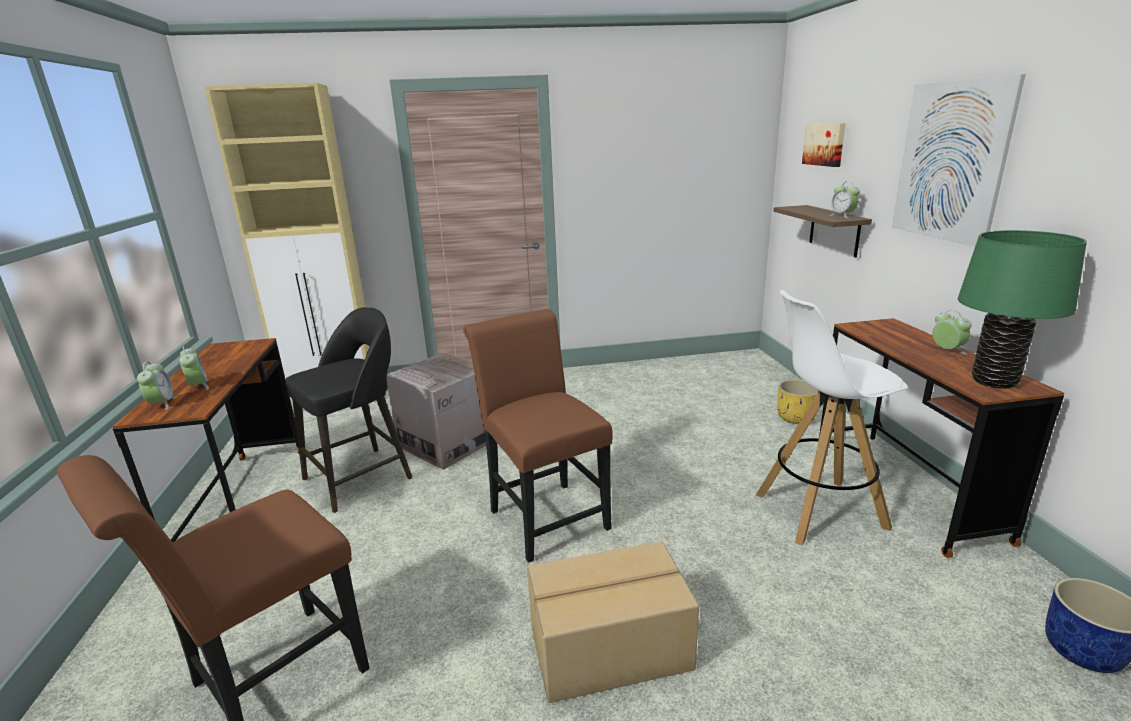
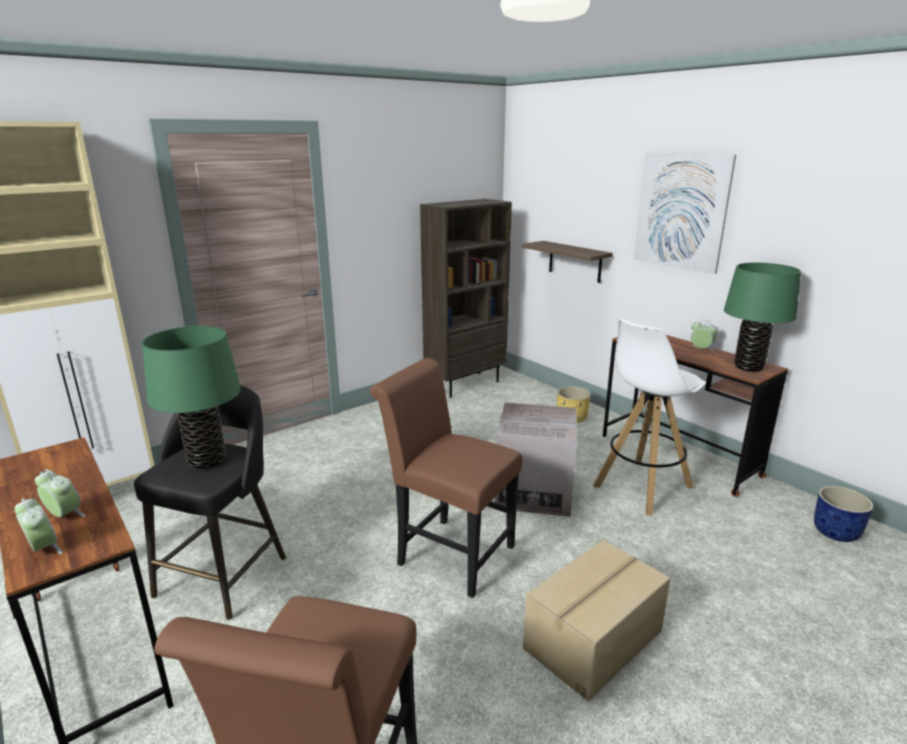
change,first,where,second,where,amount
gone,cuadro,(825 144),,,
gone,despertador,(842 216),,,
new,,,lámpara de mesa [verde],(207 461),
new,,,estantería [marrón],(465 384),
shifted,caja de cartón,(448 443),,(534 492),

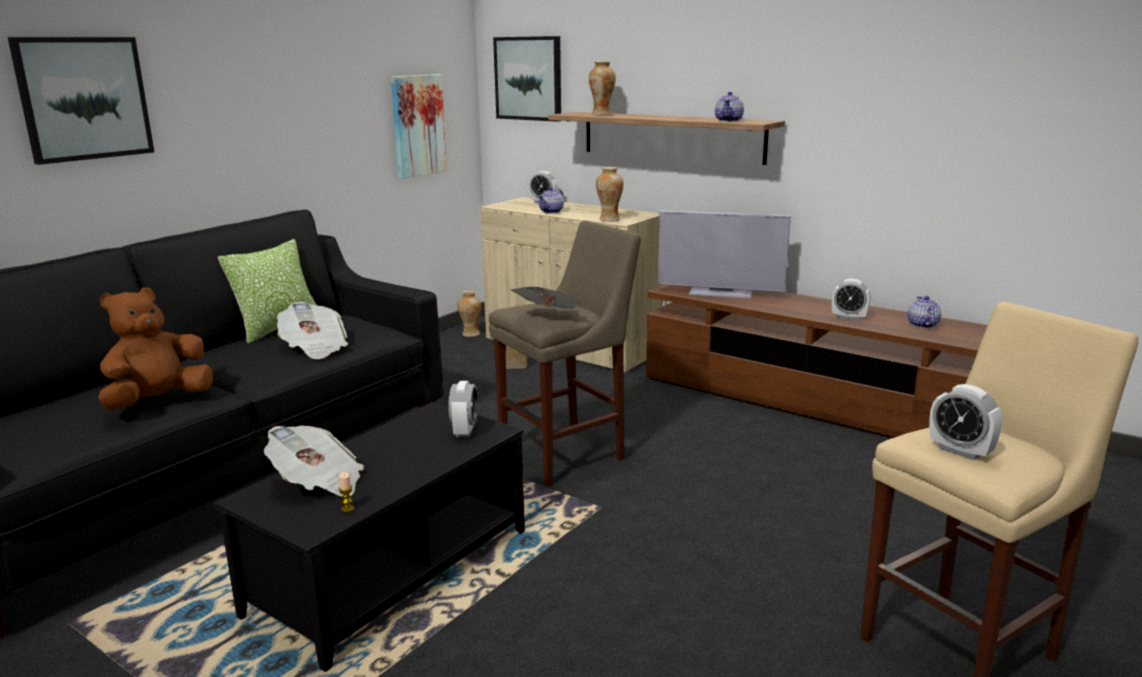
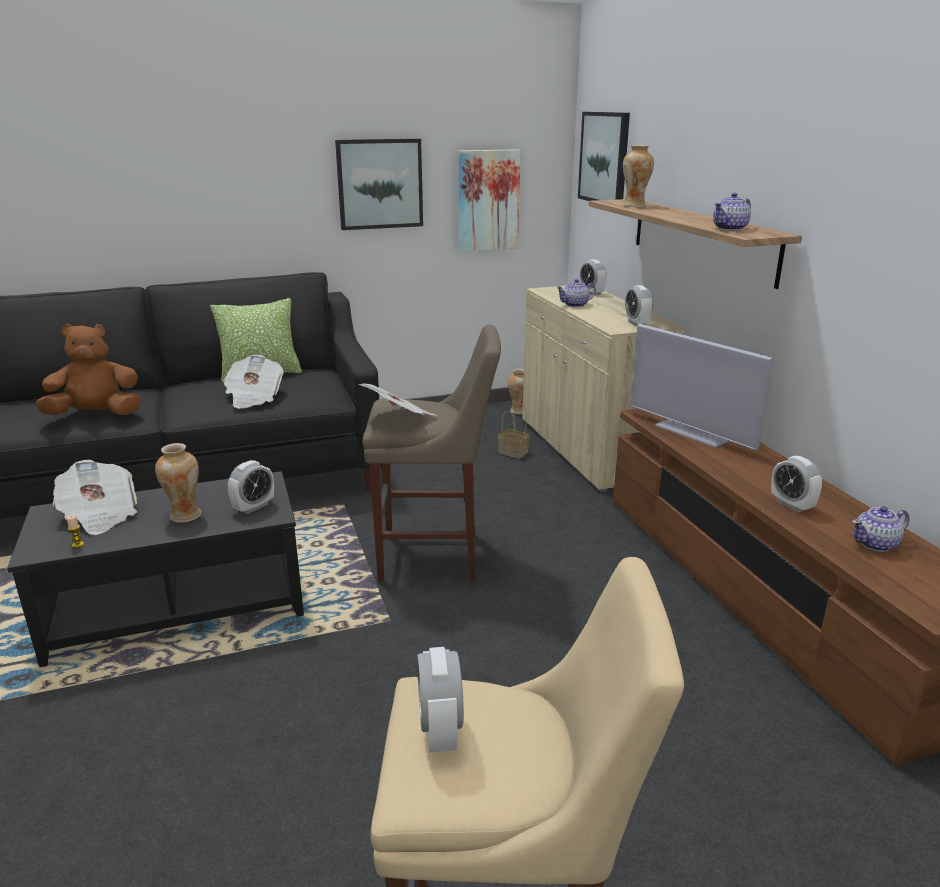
change,first,where,second,where,amount
new,,,despertador,(637 324),
shifted,cuadro,(84 98),,(380 184),
shifted,florero,(609 220),,(185 515),
rotated,tetera,(922 325),,(876 544),150 degrees counterclockwise

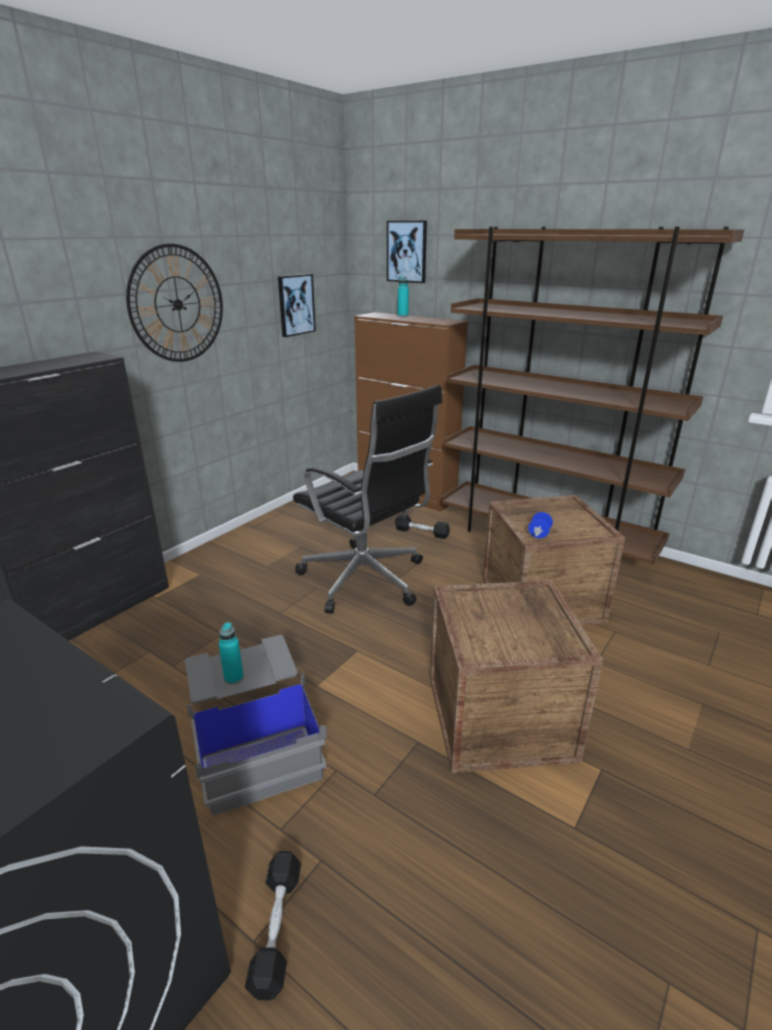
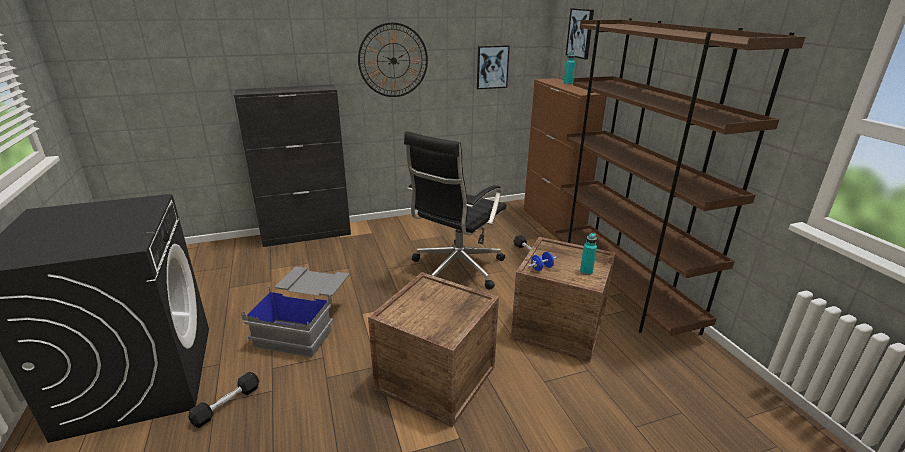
change,first,where,second,where,amount
shifted,botella [turquesa],(233 678),,(586 271),
rotated,silla de oficina [negro],(366 580),,(456 269),45 degrees clockwise

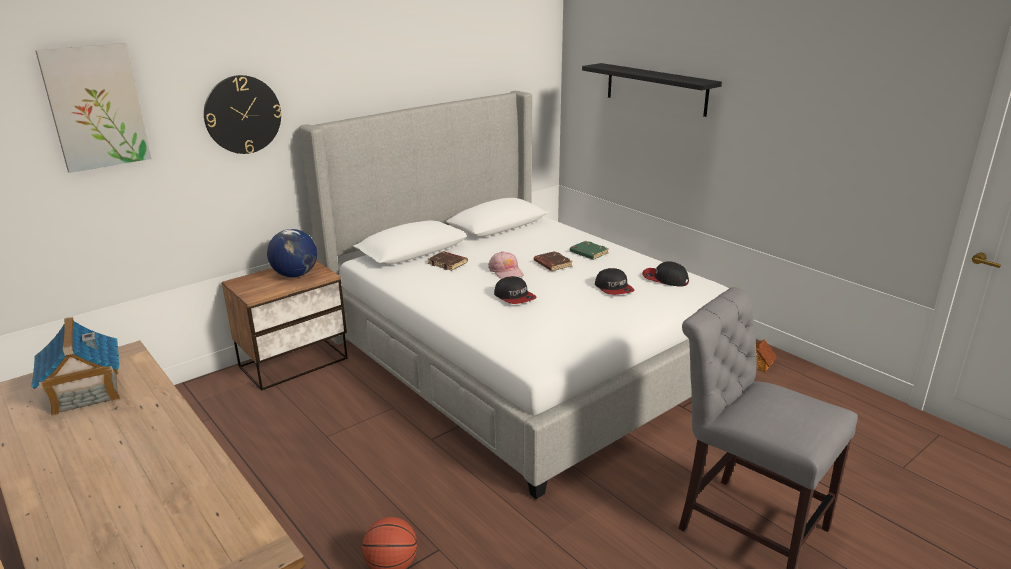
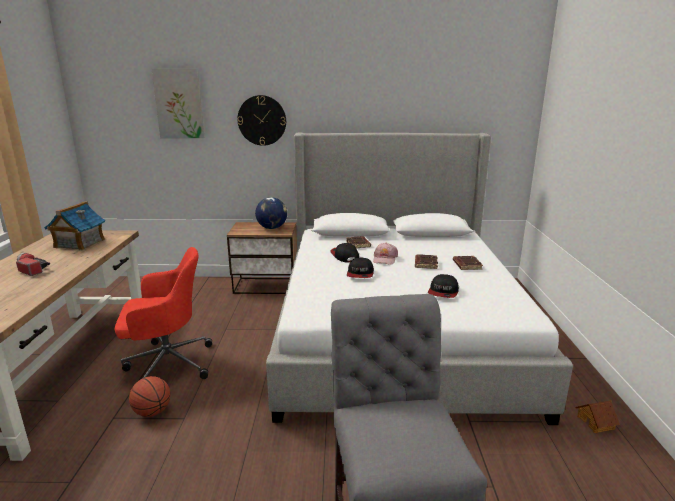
change,first,where,second,where,amount
gone,estante [negro],(655 89),,,
new,,,linterna,(31 269),
new,,,silla de oficina [rojo],(167 364),
shifted,gorra,(665 279),,(344 256),
repainted,libro [verde],(588 253),libro [marrón],(466 265),

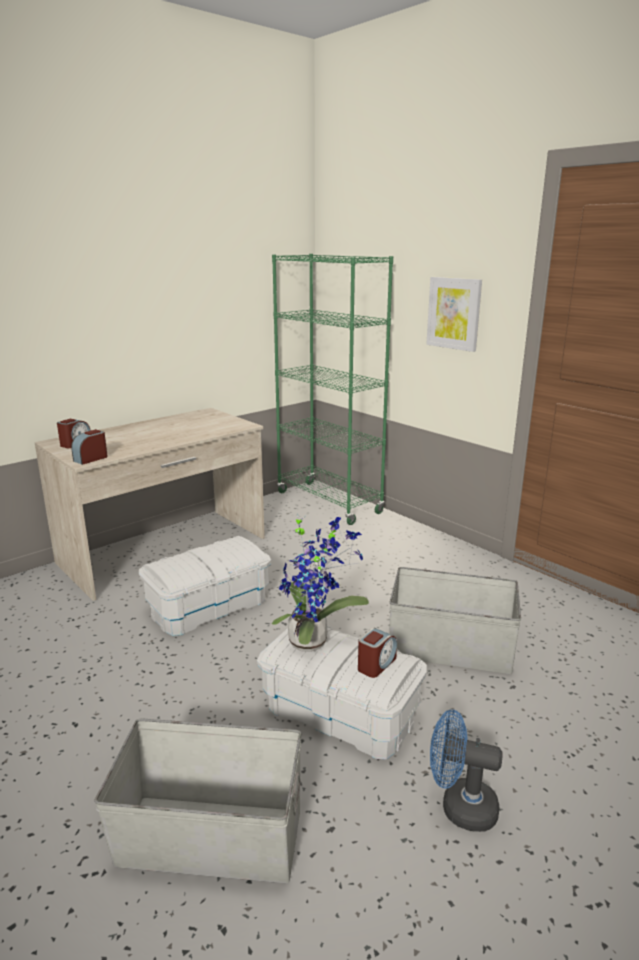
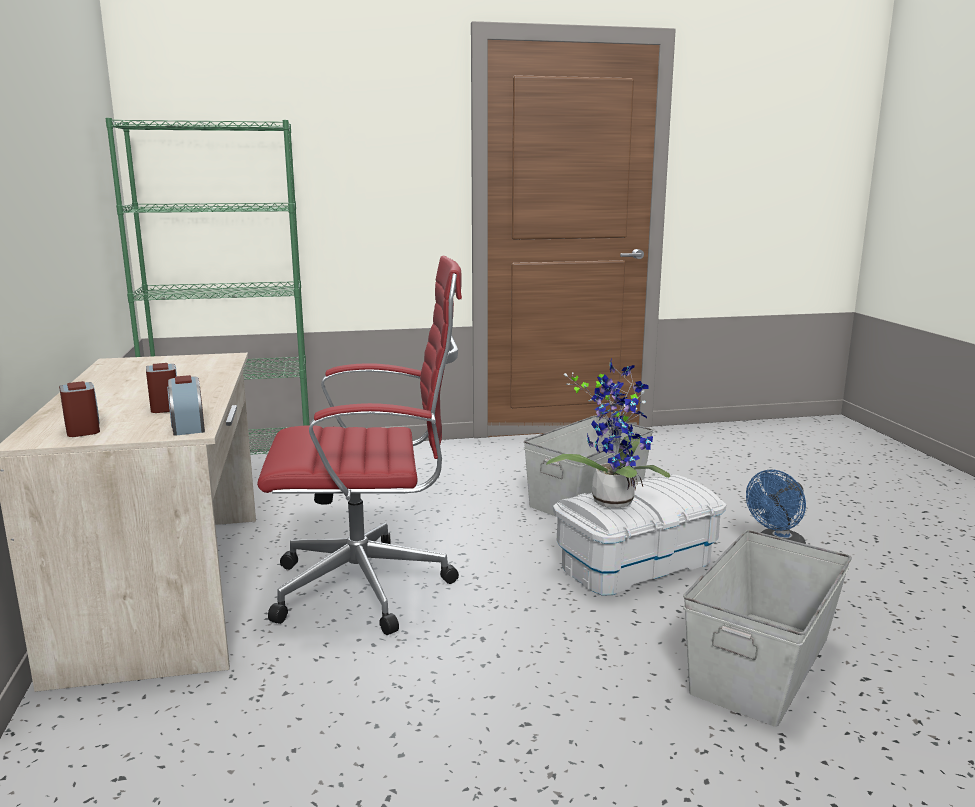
change,first,where,second,where,amount
gone,cuadro,(454 313),,,
shifted,despertador,(376 664),,(165 406),
swapped,caja de almacenaje [blanco],(209 607),silla de oficina [rojo],(370 587),

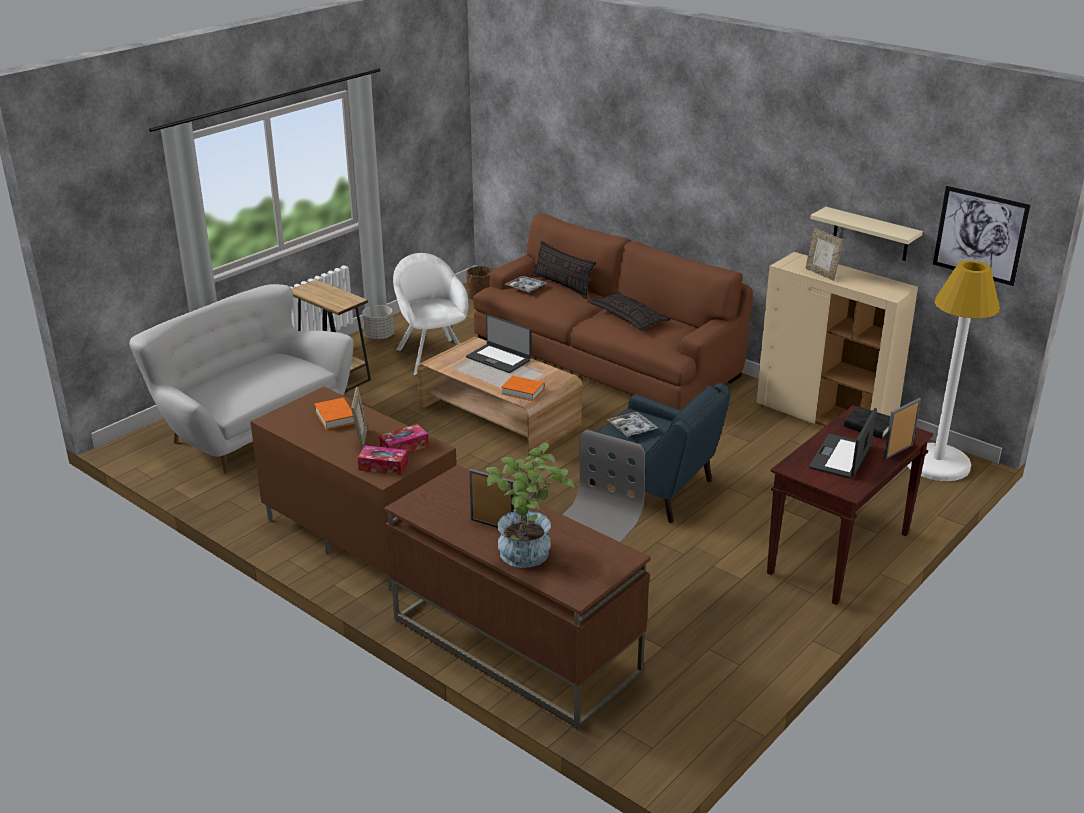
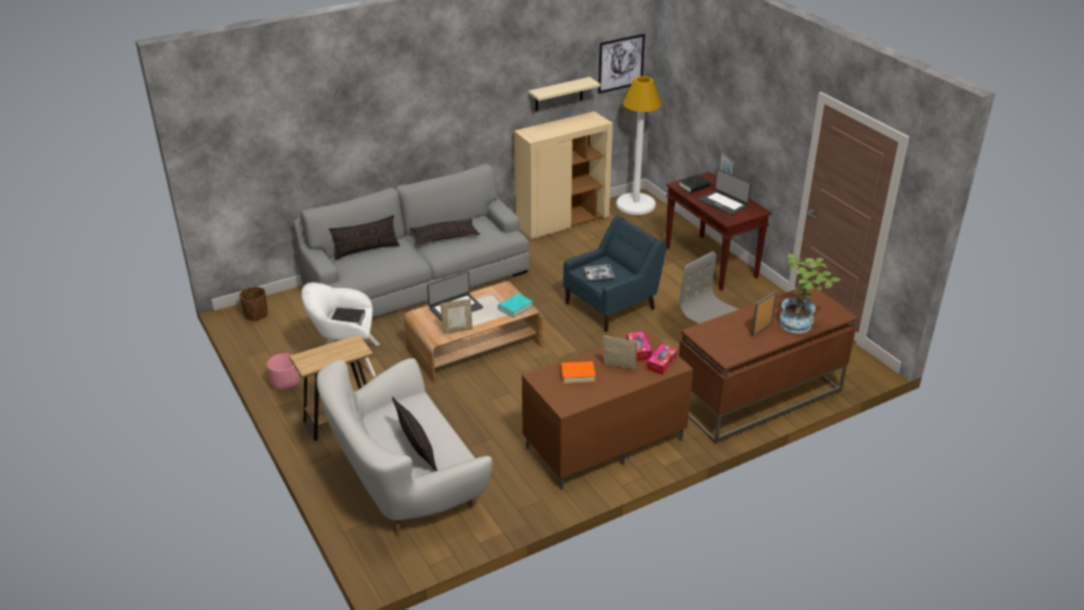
change,first,where,second,where,amount
gone,bandeja,(526 288),,,
new,,,libro [negro],(348 320),
new,,,cojín,(416 449),
shifted,portarretratos,(821 274),,(457 330),
repainted,maceta [gris],(379 336),maceta [rosa],(285 383),
repainted,sofá [marrón],(605 357),sofá [gris],(418 280),
repainted,libro [naranja],(523 391),libro [turquesa],(515 308),

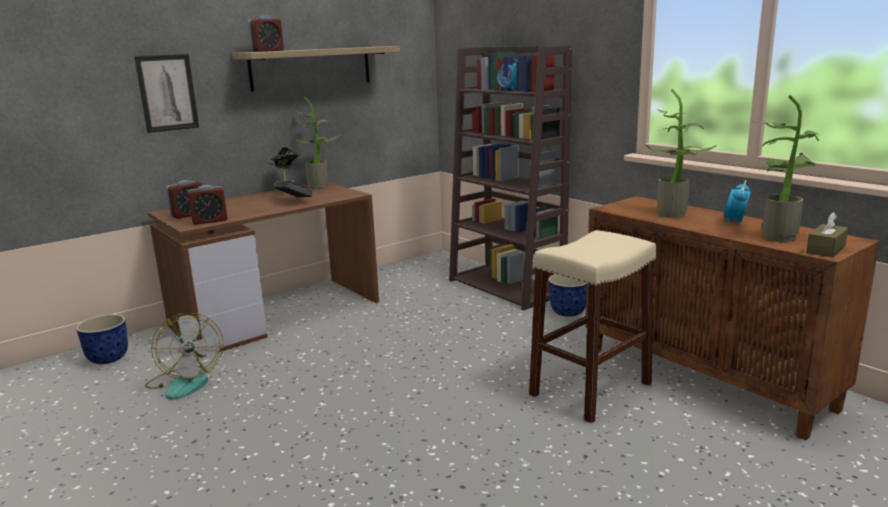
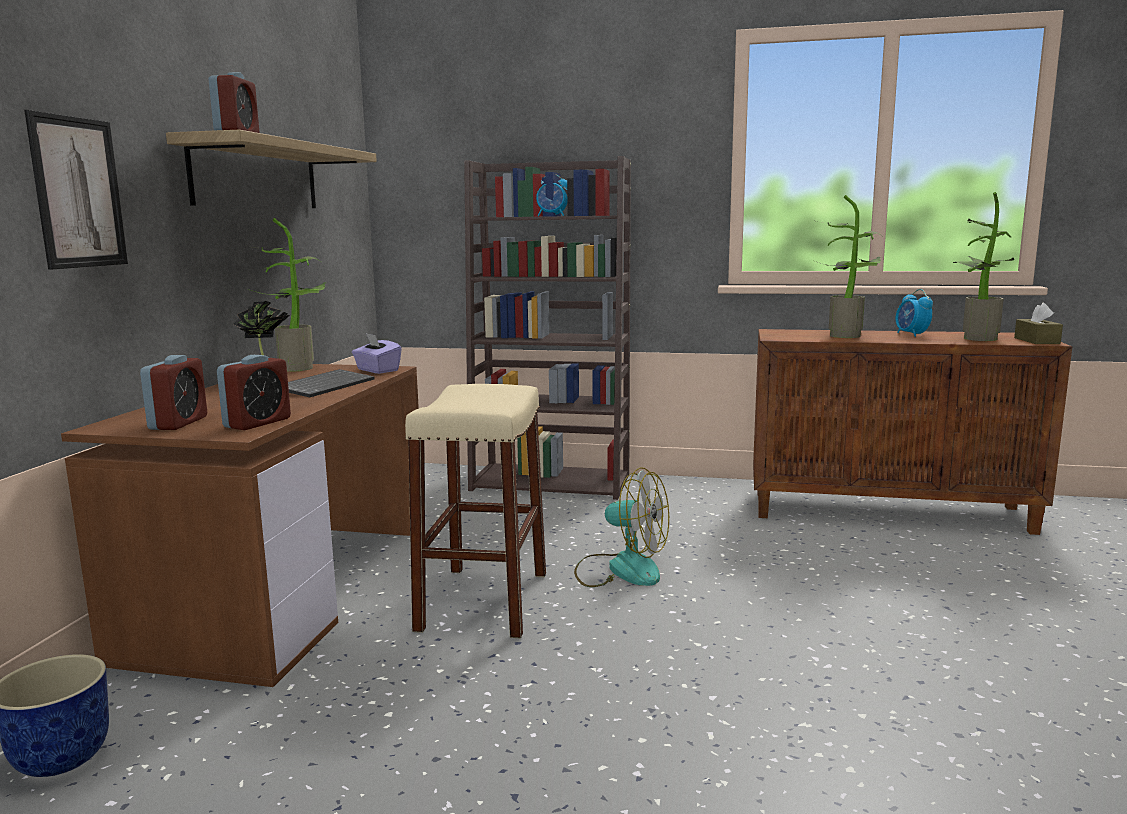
change,first,where,second,where,amount
gone,maceta,(568 312),,,
new,,,caja de pañuelos [morado],(377 370),
shifted,ventilador,(186 382),,(621 569),
shifted,taburete [beis],(590 389),,(483 601),
swapped,libro,(295 201),teclado,(325 385),

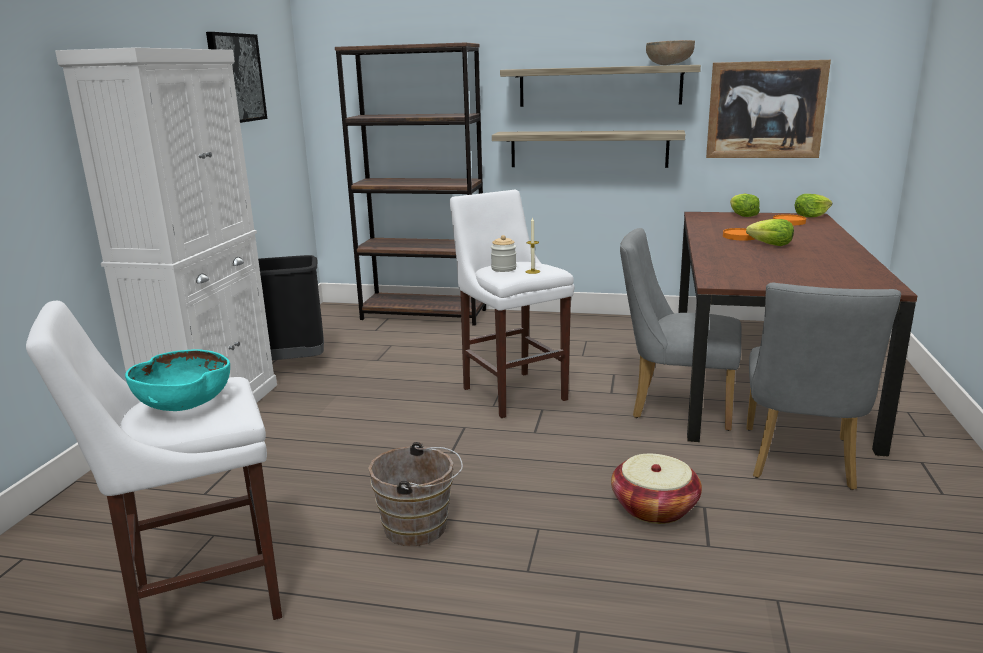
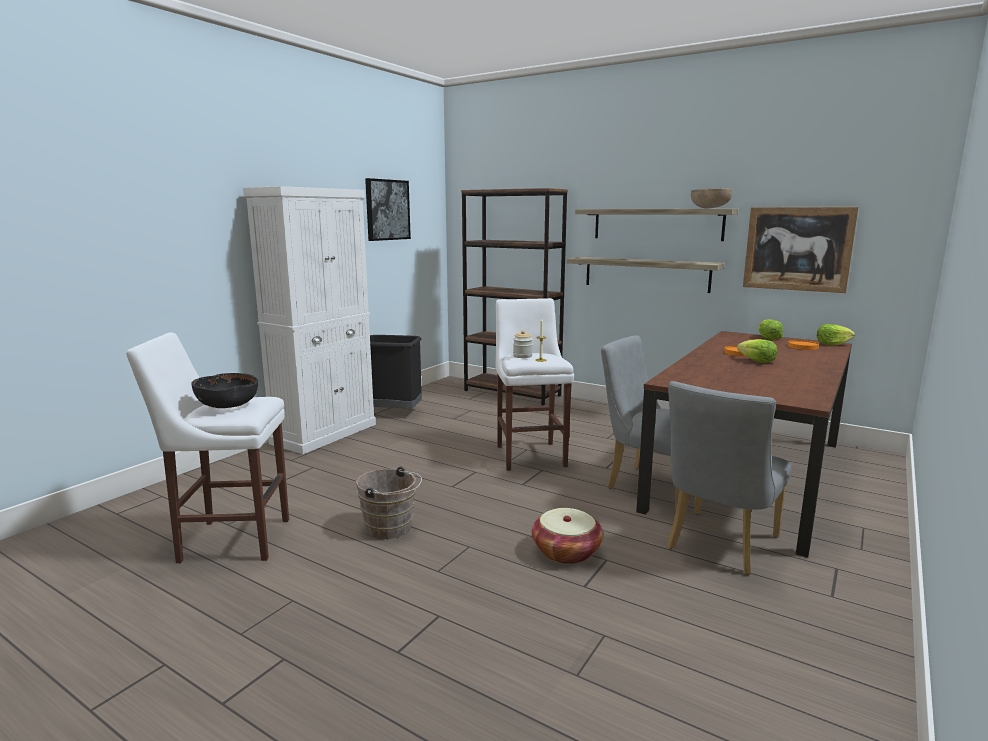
change,first,where,second,where,amount
repainted,cuenco [turquesa],(184 405),cuenco [negro],(227 406),

